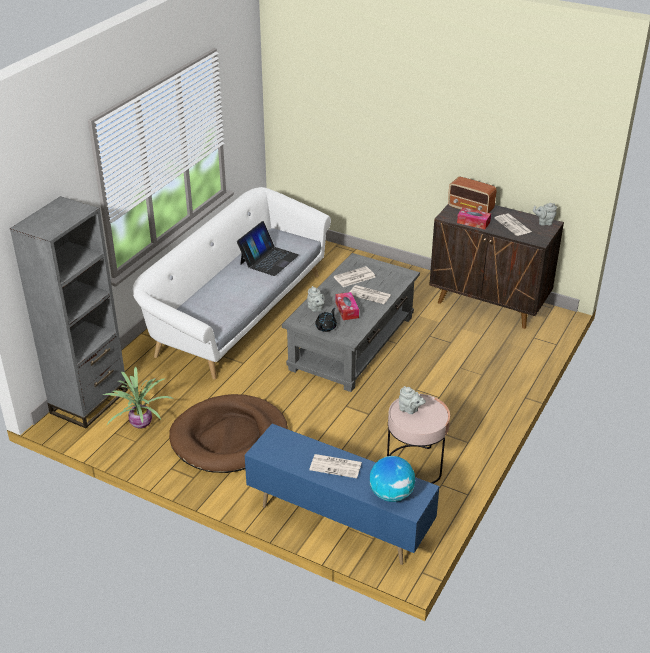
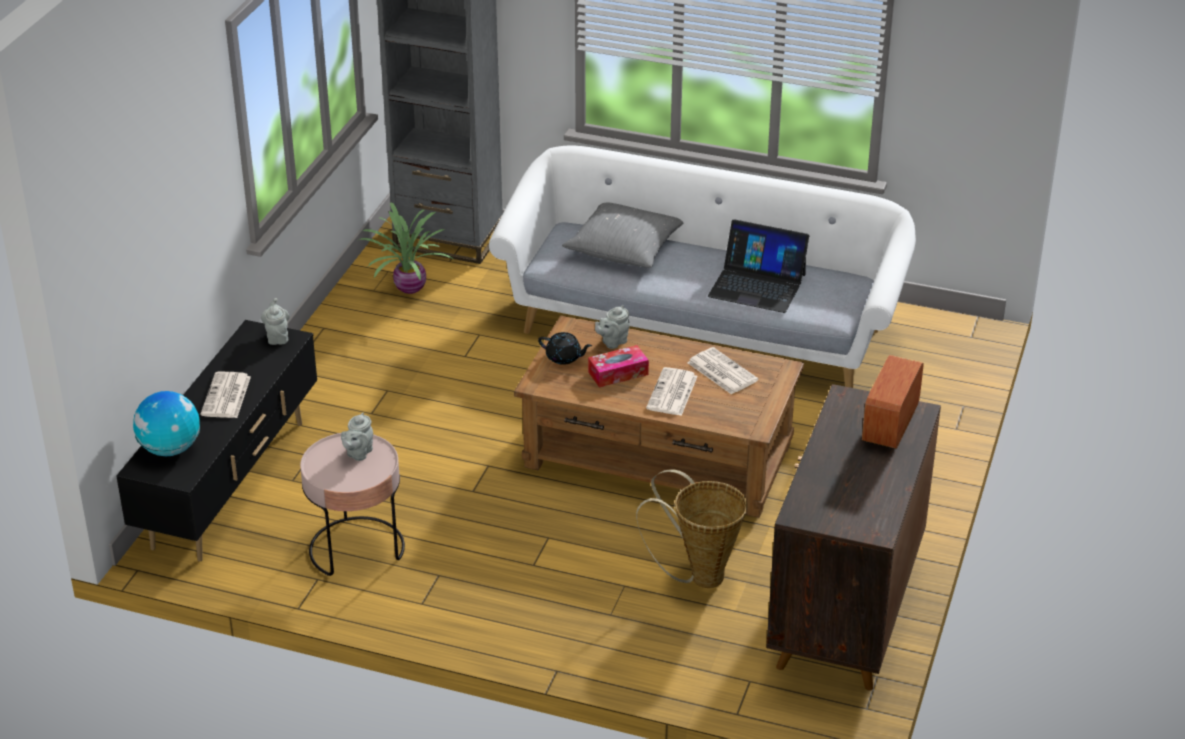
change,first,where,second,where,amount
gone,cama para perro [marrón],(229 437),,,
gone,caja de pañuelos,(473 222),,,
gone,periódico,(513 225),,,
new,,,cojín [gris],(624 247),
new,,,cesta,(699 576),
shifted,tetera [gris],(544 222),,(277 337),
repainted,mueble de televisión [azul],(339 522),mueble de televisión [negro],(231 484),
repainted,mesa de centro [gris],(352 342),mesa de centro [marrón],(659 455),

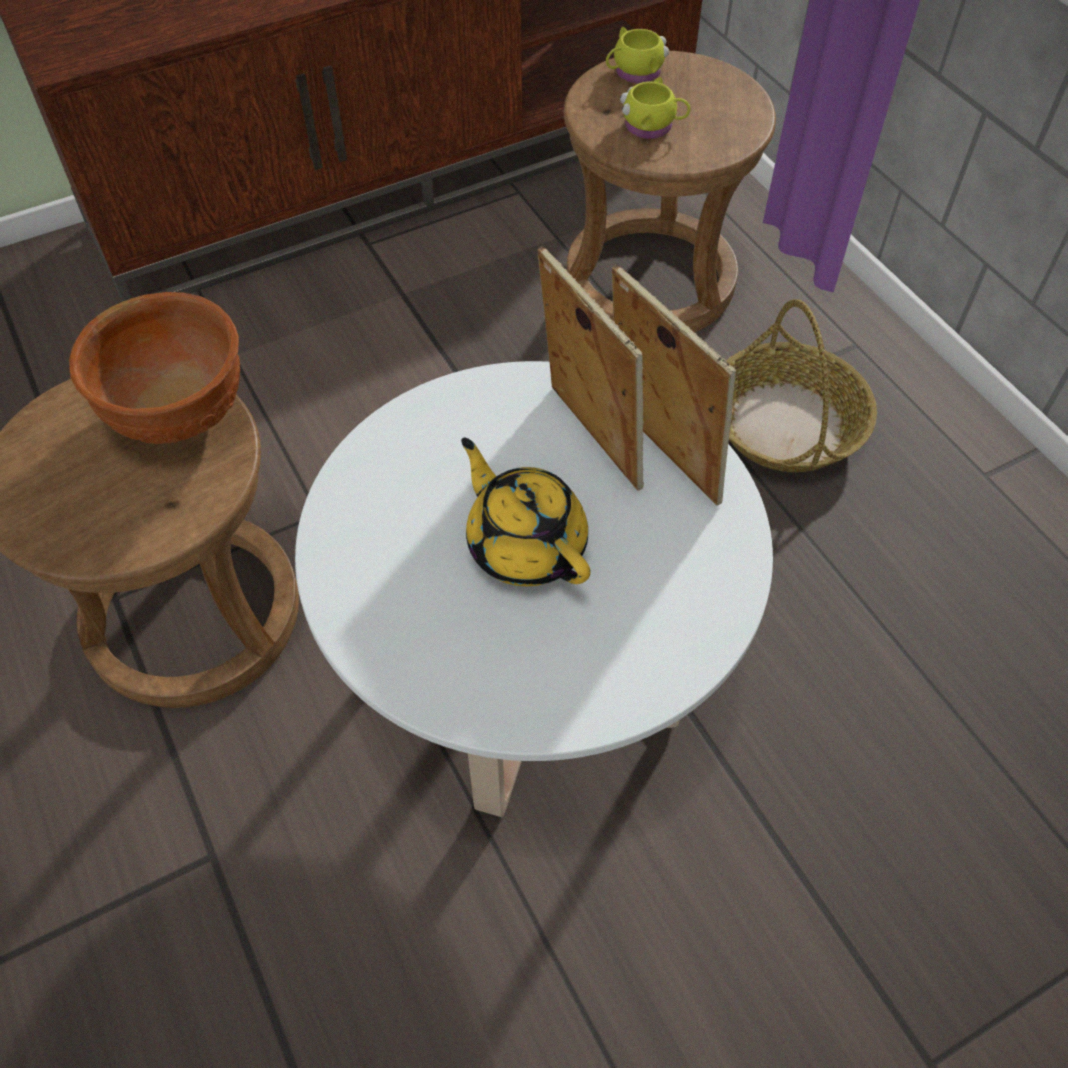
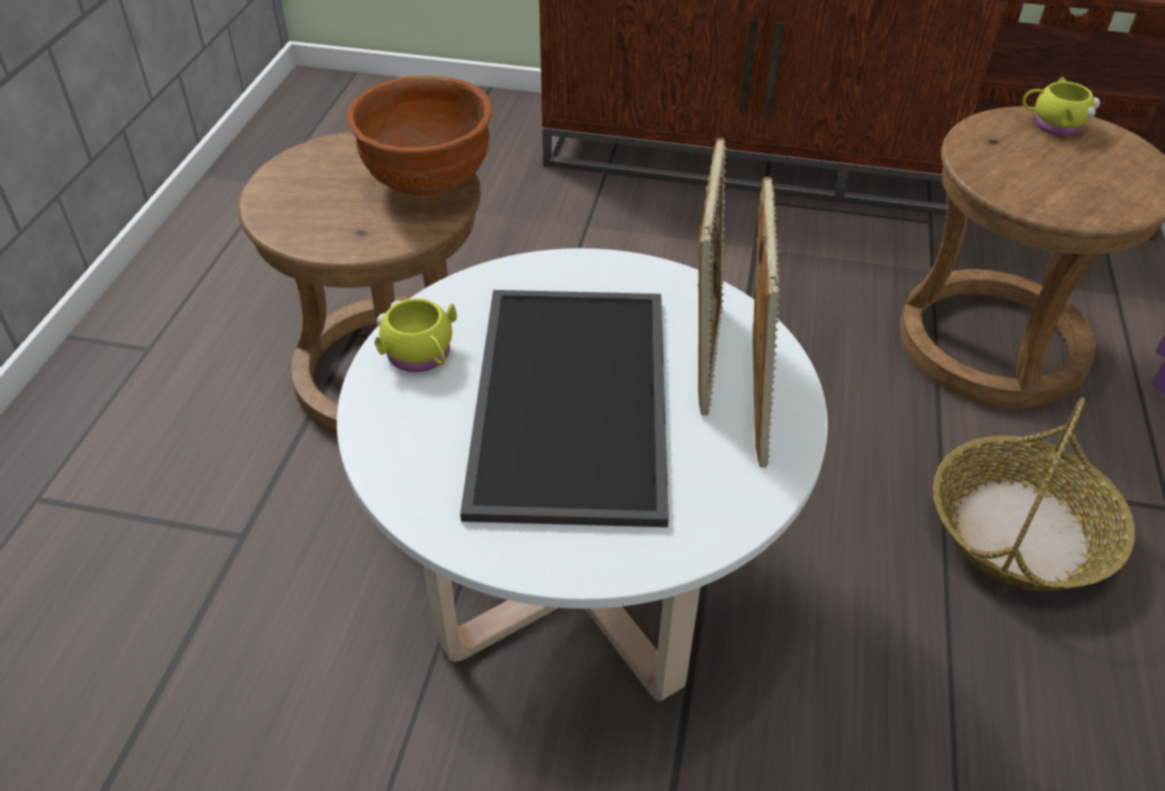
change,first,where,second,where,amount
shifted,taza grande [amarillo],(652 127),,(422 356),
swapped,tetera [amarillo],(525 544),bandeja,(566 397),

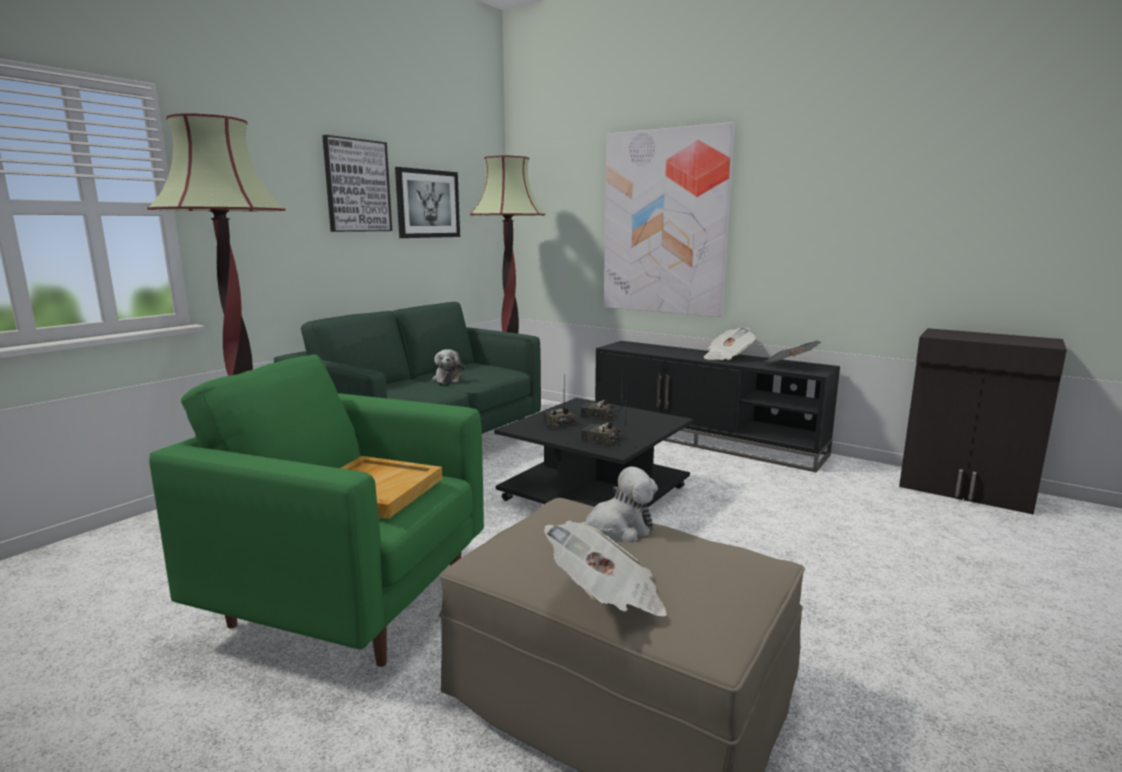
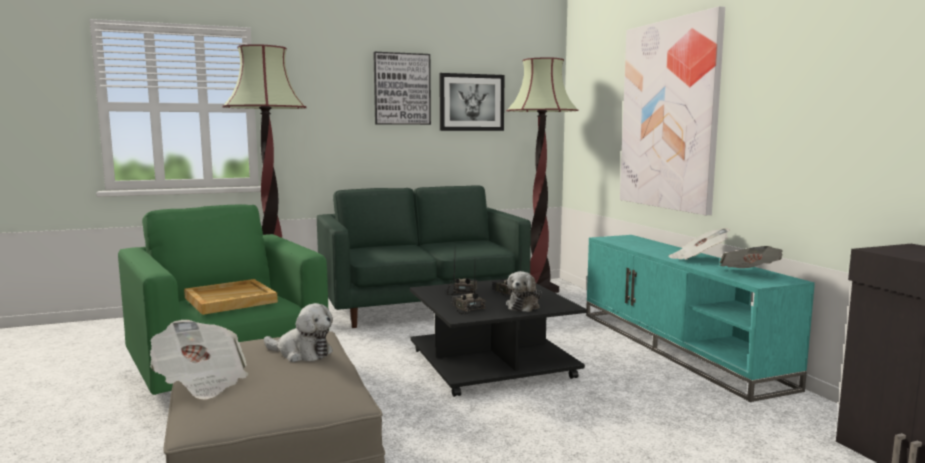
change,first,where,second,where,amount
shifted,peluche,(447 379),,(523 306),
repainted,mueble de televisión [negro],(706 439),mueble de televisión [turquesa],(678 347),

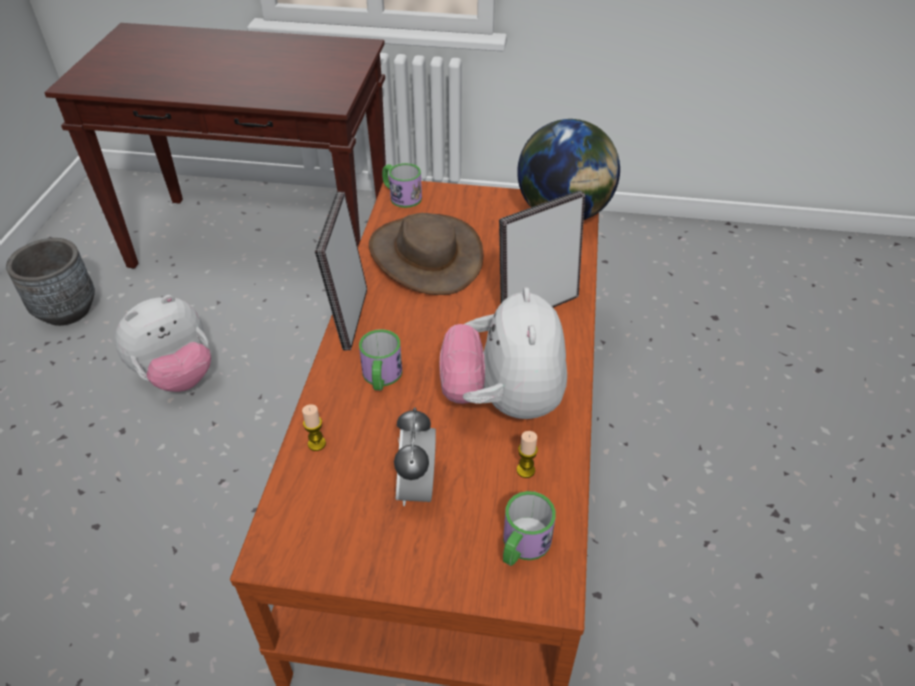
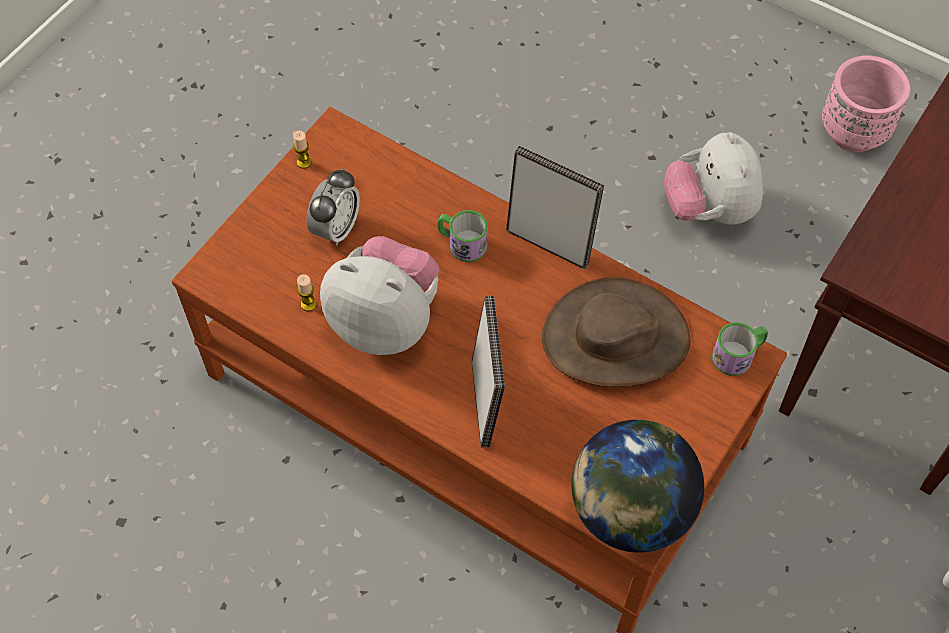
change,first,where,second,where,amount
gone,taza grande,(522 545),,,
shifted,vela,(316 443),,(304 162),
repainted,maceta [gris],(67 310),maceta [rosa],(853 132),
rotated,despertador,(417 487),,(336 228),90 degrees clockwise

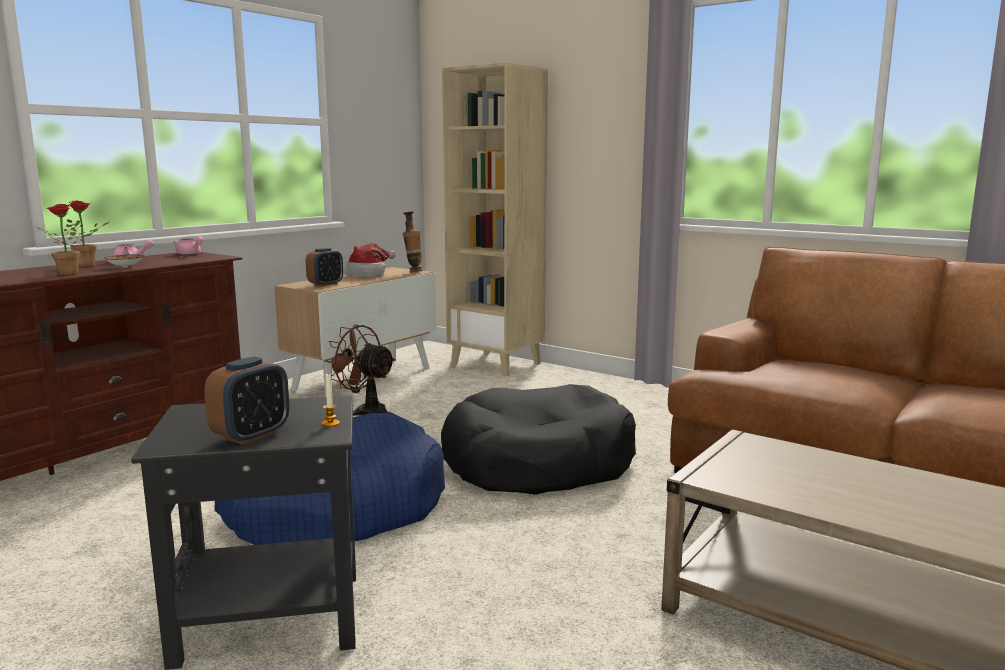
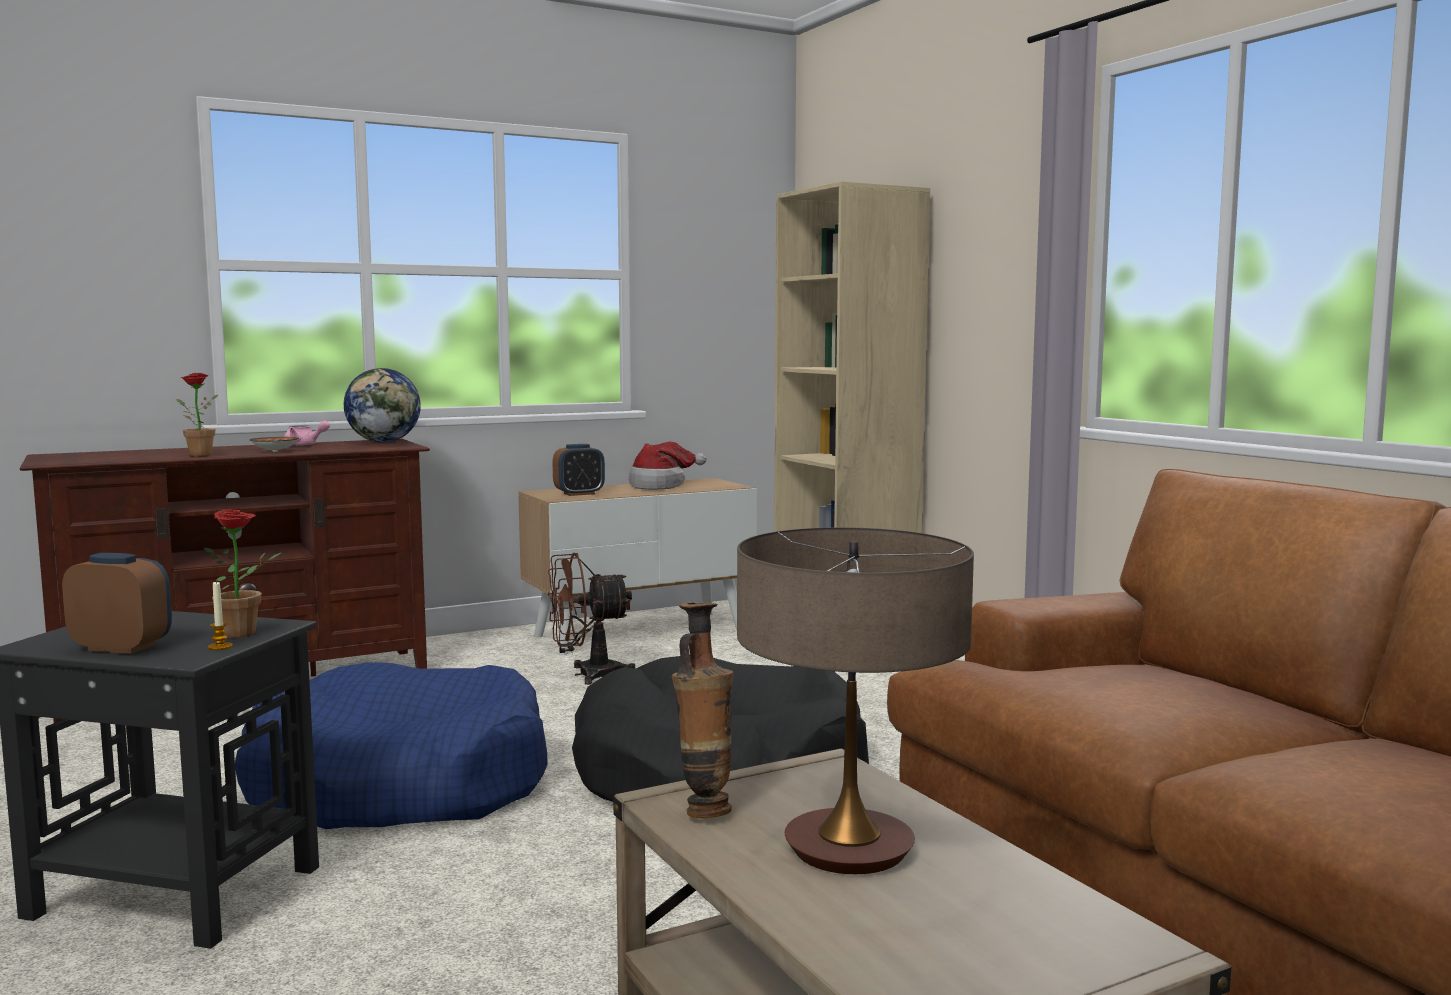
change,first,where,second,where,amount
new,,,lámpara de mesa,(848 849),
shifted,planta en maceta,(90 265),,(247 633),
shifted,florero,(413 272),,(704 809),
swapped,tetera [rosa],(190 254),globo terráqueo,(384 442),
rotated,despertador,(251 435),,(121 647),135 degrees counterclockwise
rotated,ventilador [marrón],(365 412),,(587 675),75 degrees counterclockwise

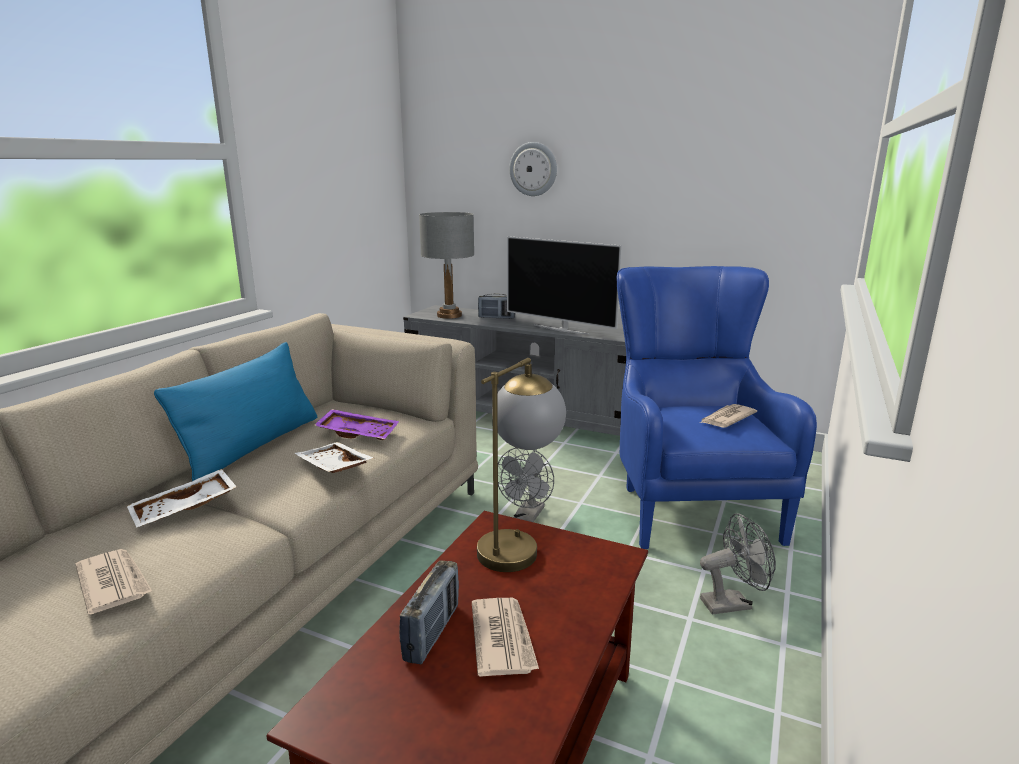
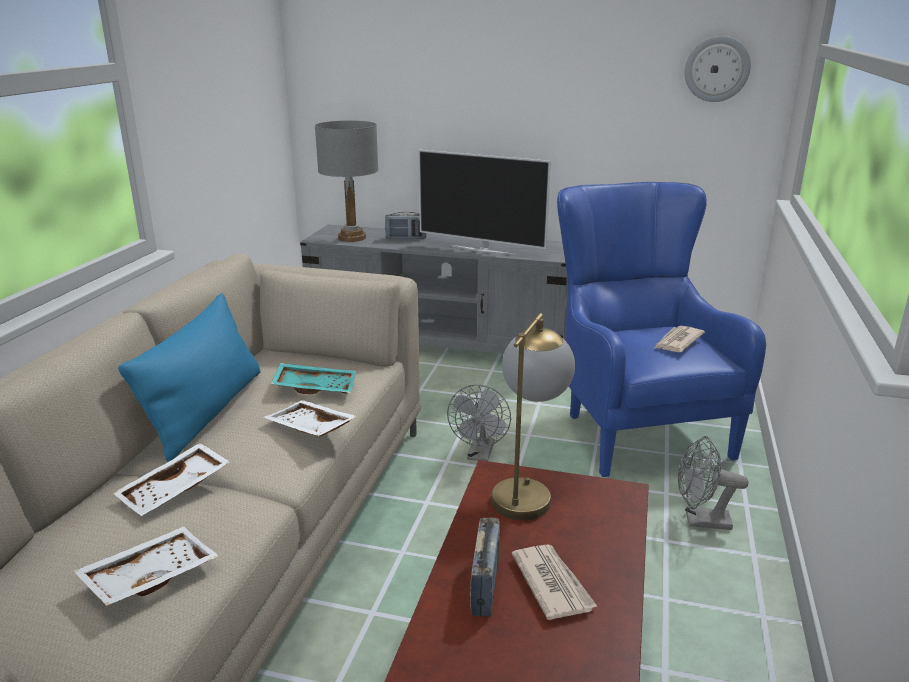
change,first,where,second,where,amount
shifted,reloj de pared,(533 169),,(717 69),
swapped,periódico,(114 583),bandeja [blanco],(150 576),
repainted,bandeja [morado],(358 433),bandeja [turquesa],(316 387),
rotated,ventilador [gris],(732 603),,(700 521),150 degrees counterclockwise

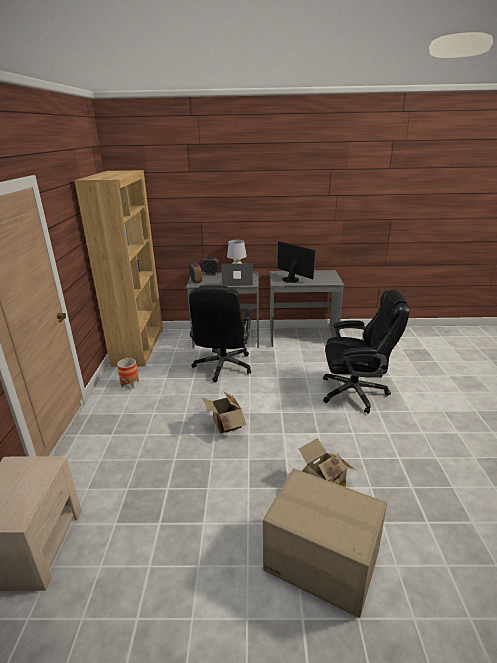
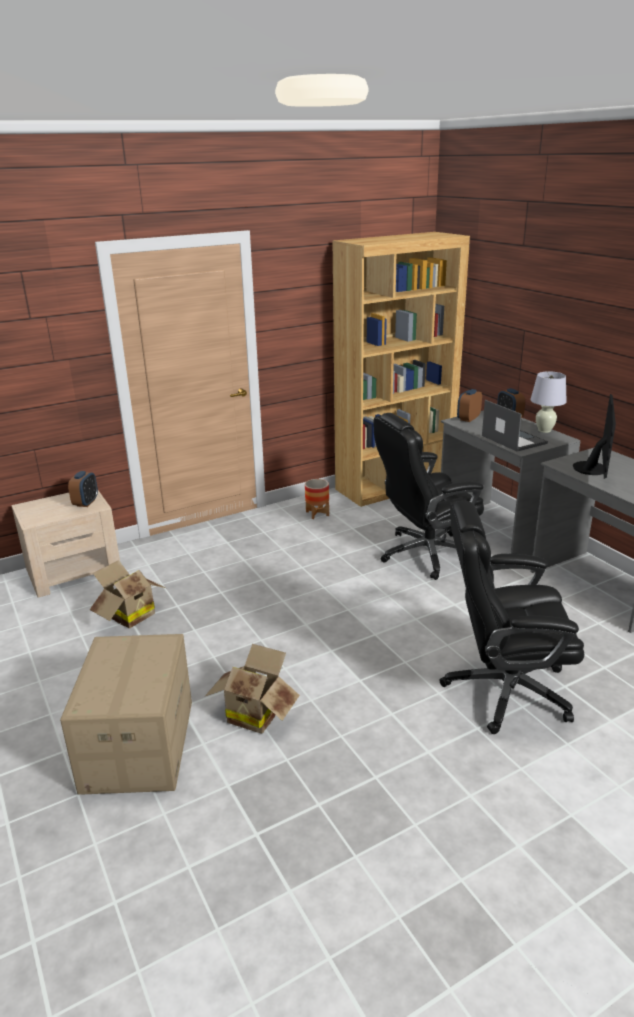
change,first,where,second,where,amount
new,,,despertador,(86 503),
shifted,caja de cartón,(225 426),,(128 616),
rotated,silla de oficina [negro],(355 392),,(504 690),120 degrees clockwise

